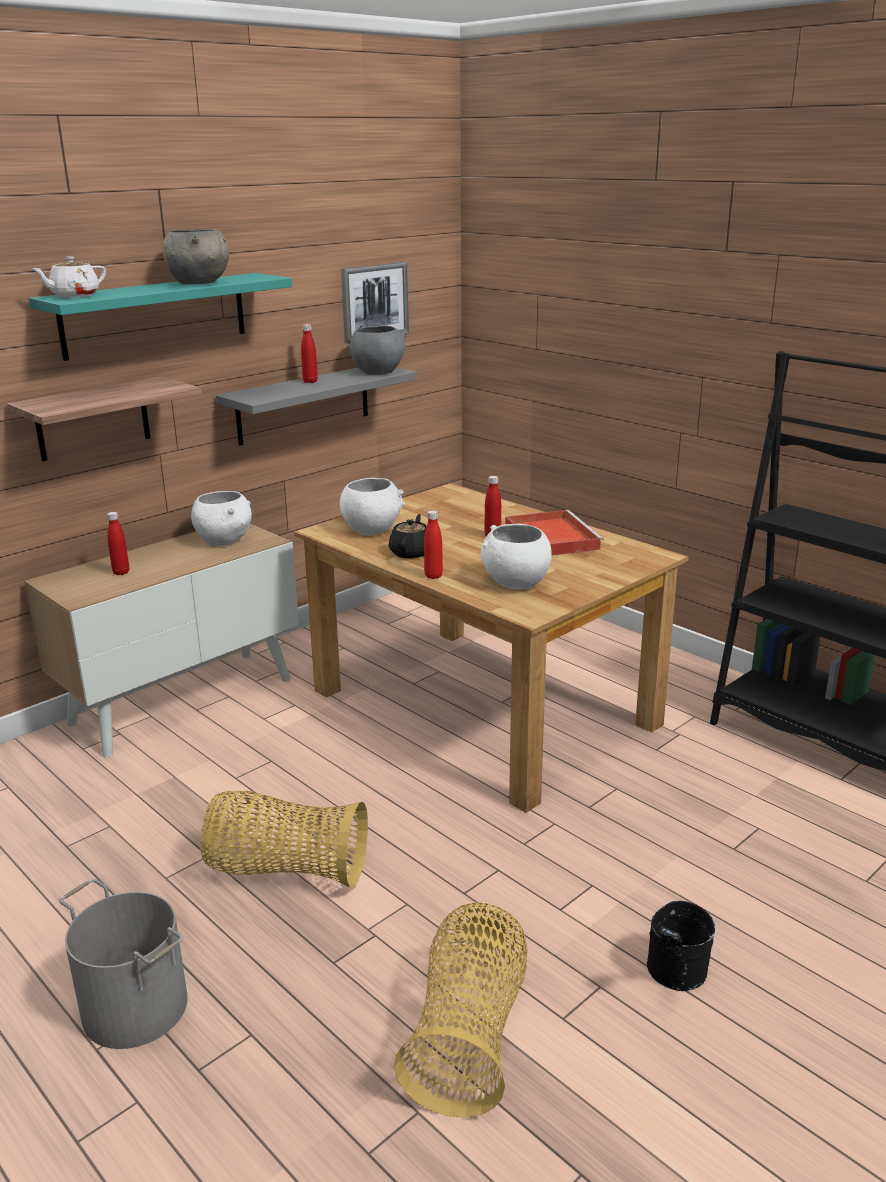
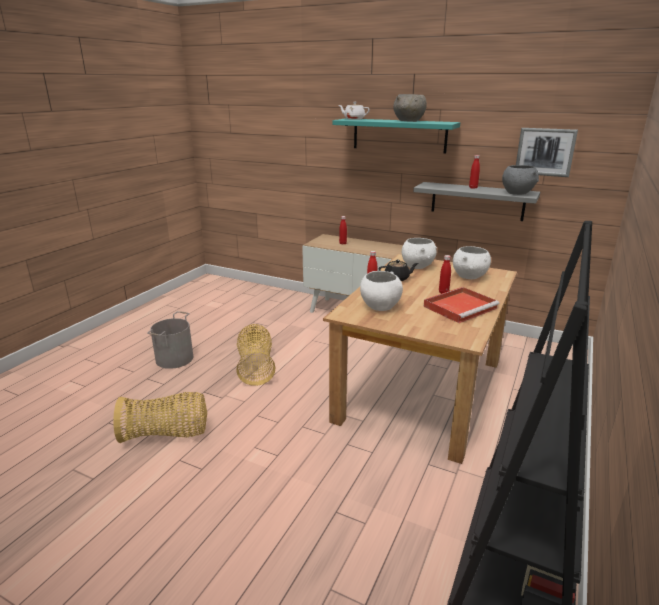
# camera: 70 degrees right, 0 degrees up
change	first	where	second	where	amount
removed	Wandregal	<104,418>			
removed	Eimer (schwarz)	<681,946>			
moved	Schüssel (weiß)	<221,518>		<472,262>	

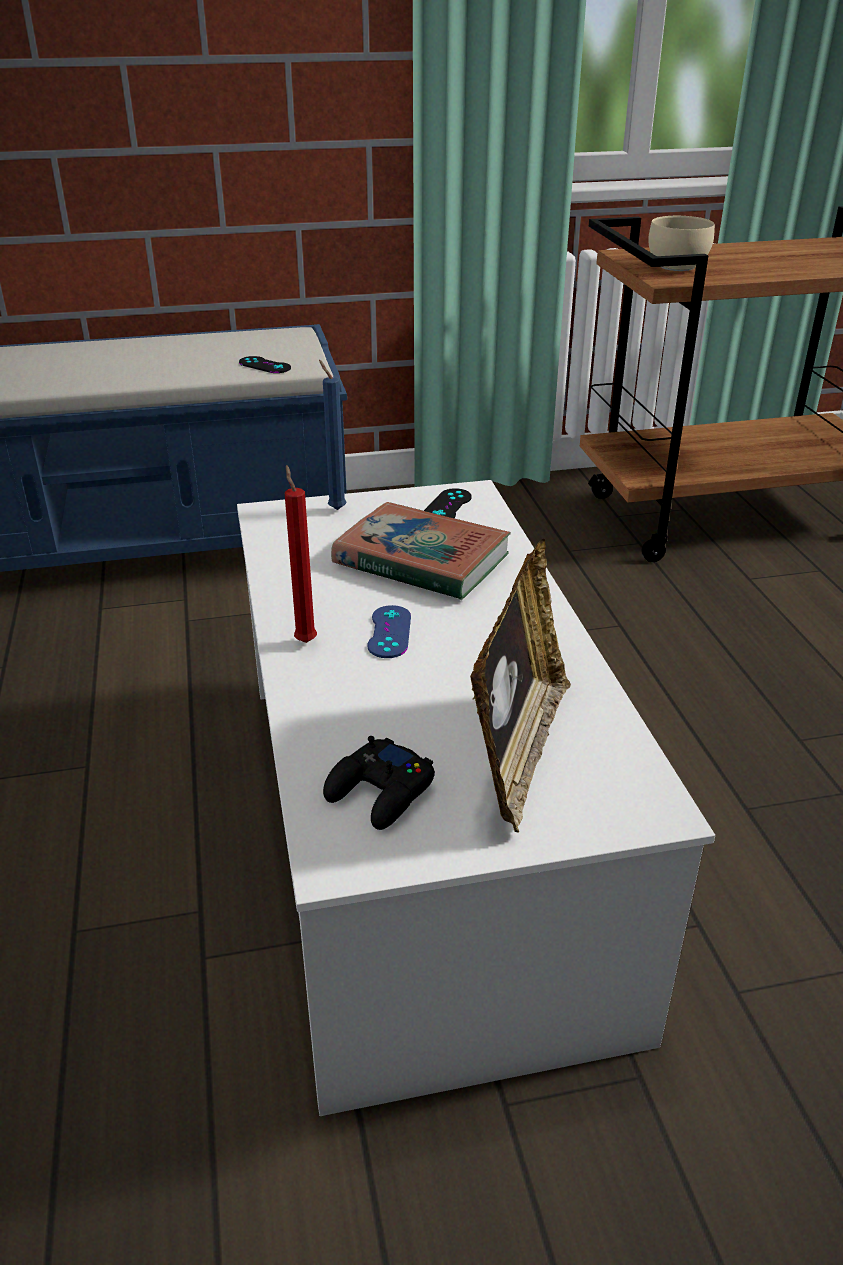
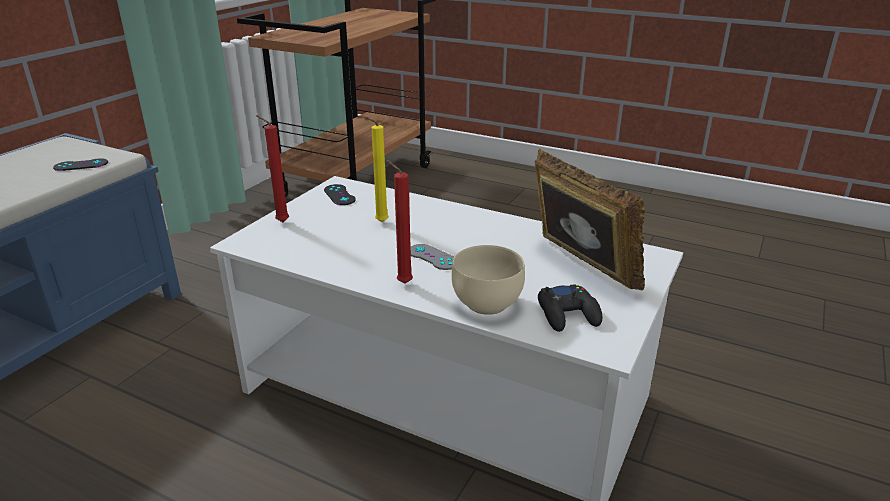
# camera: 50 degrees left, 5 degrees down
change	first	where	second	where	amount
moved	Schüssel (beige)	<681,243>		<488,280>	
replaced	Buch	<421,551>	Kerze (gelb)	<377,169>	
recoloured	Kerze (blau)	<332,435>	Kerze (rot)	<272,168>	
recoloured	Gamepad (blau)	<389,631>	Gamepad (grau)	<432,257>	

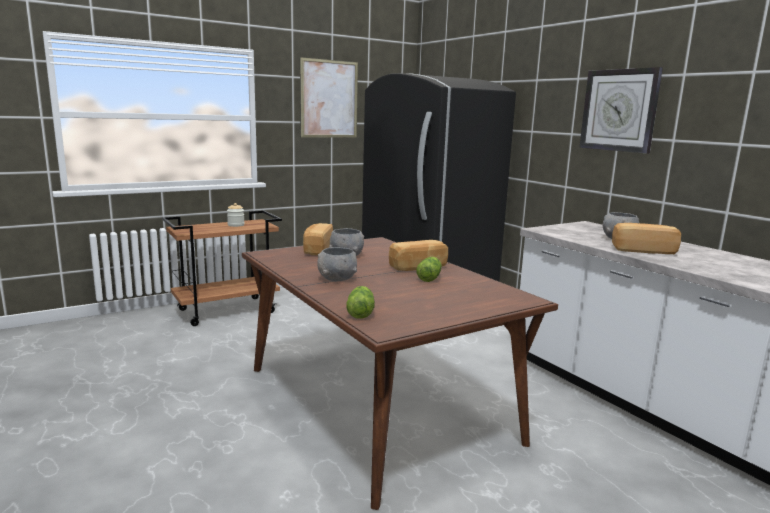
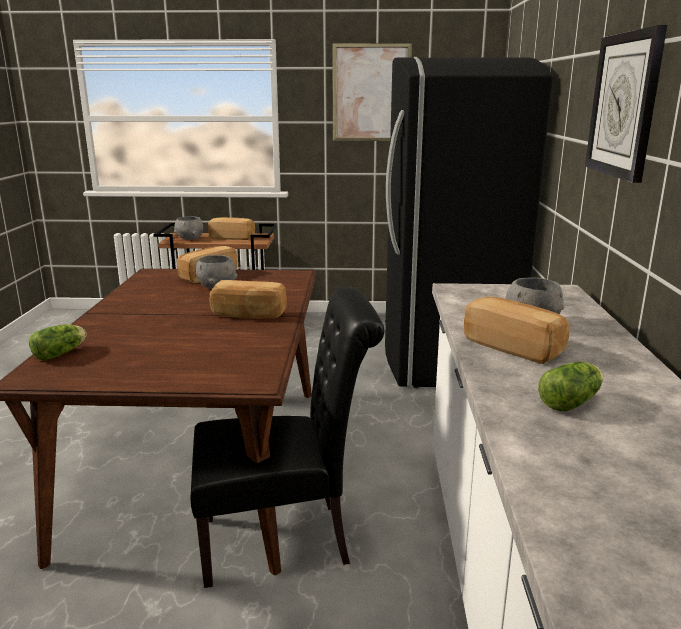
# camera: 35 degrees right, 5 degrees up
change	first	where	second	where	amount
added			Stuhl (schwarz)	<287,437>	
moved	Schüssel (grau)	<337,264>		<188,228>	
moved	Salatkopf	<429,269>		<570,386>	
replaced	Vorratsglas	<236,215>	Brot	<231,228>	

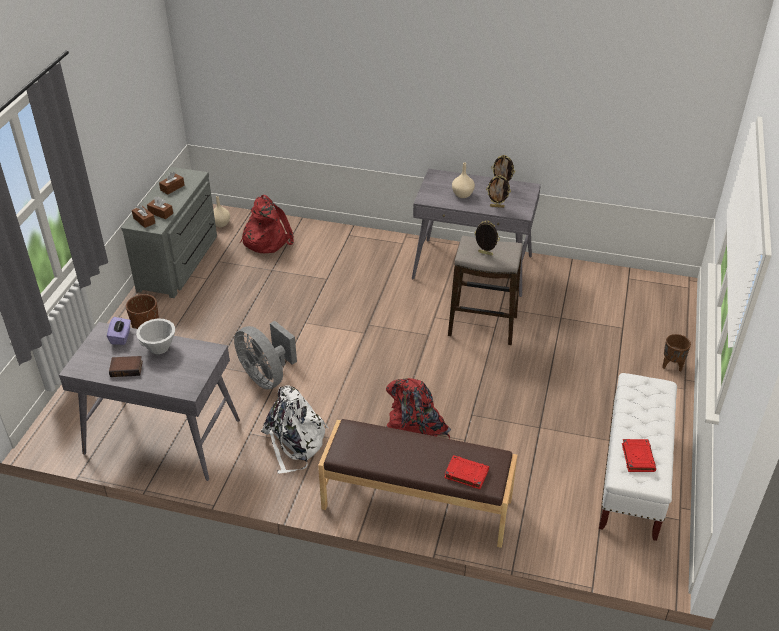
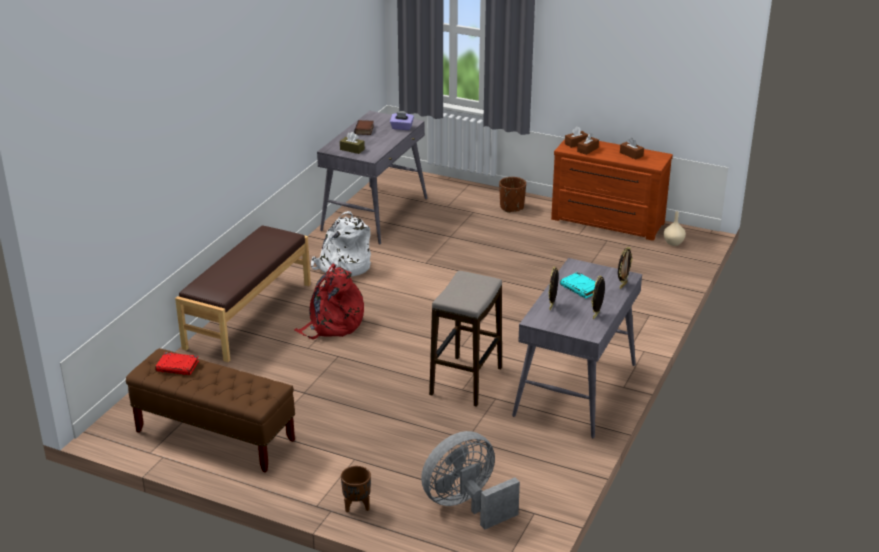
# camera: 100 degrees right, 10 degrees down
change	first	where	second	where	amount
removed	Schüssel (weiß)	<155,336>			
removed	Rucksack (rot)	<267,224>			
removed	Buch (rot)	<466,472>			
added			Taschentuchbox (braun)	<352,143>	
moved	Ventilator (grau)	<265,355>		<470,480>	
moved	Bilderrahmen	<487,238>		<625,268>	
replaced	Vase (beige)	<463,180>	Buch (türkis)	<578,285>	
recoloured	Kommode (grau)	<169,232>	Kommode (braun)	<612,190>	
recoloured	Bank (weiß)	<638,457>	Bank (braun)	<210,410>	

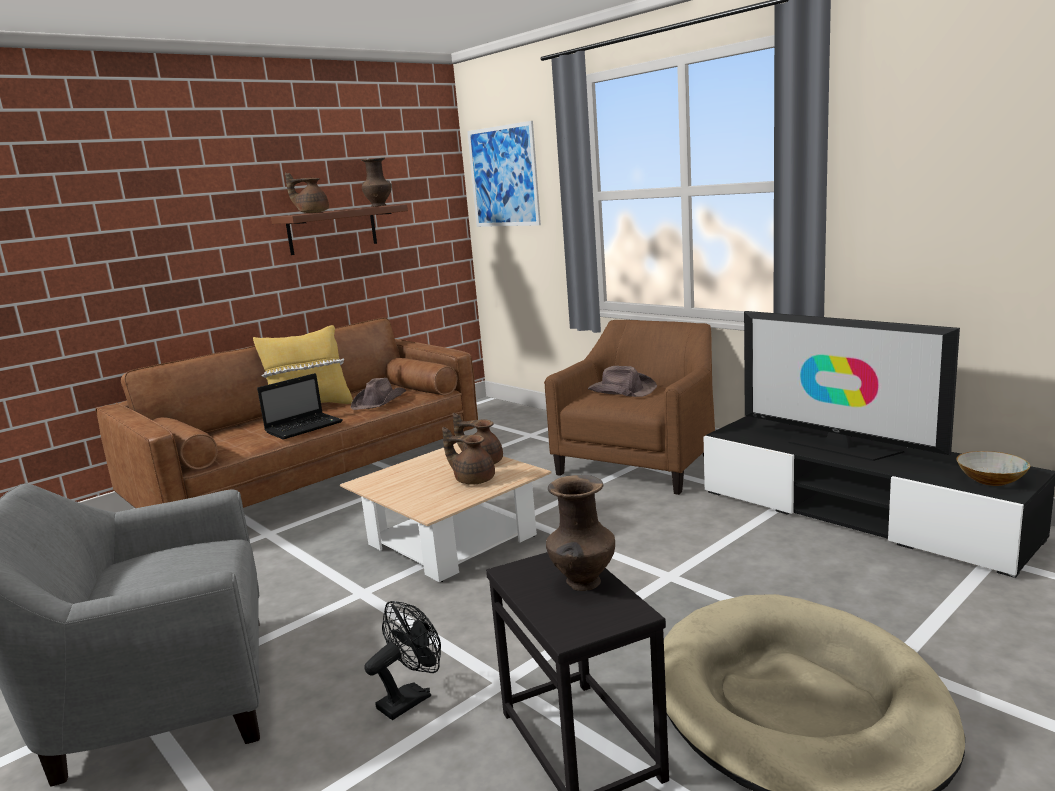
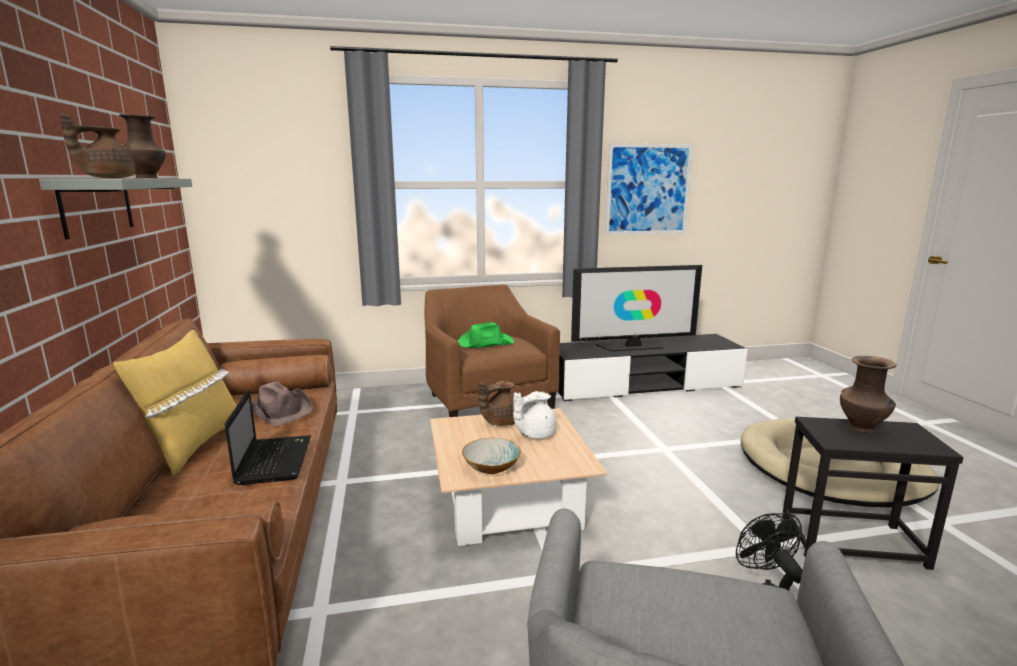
# camera: 60 degrees left, 0 degrees up
change	first	where	second	where	amount
moved	Bild	<504,174>		<649,189>	
moved	Schüssel	<993,468>		<491,456>	
recoloured	Wandregal (braun)	<339,229>	Wandregal (grau)	<115,209>	
recoloured	Teekanne (braun)	<468,456>	Teekanne (weiß)	<534,415>	
recoloured	Hut (braun)	<622,381>	Hut (grün)	<486,335>	

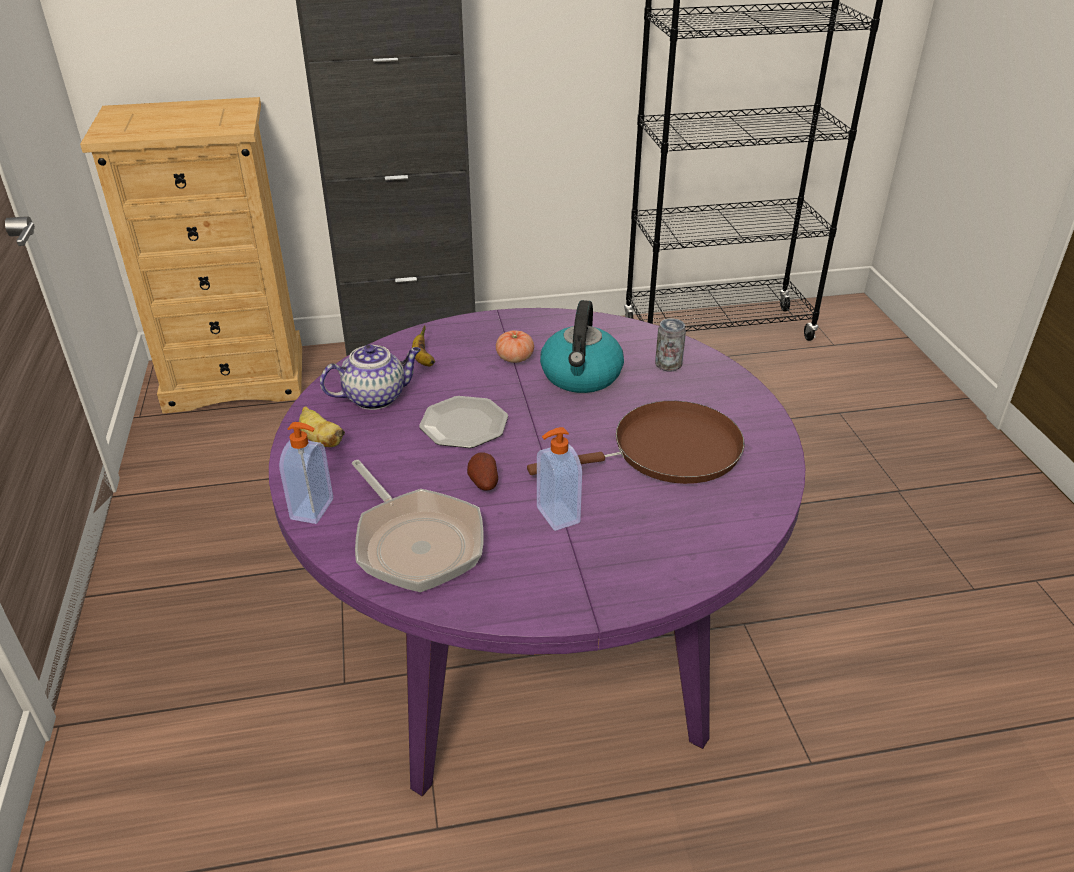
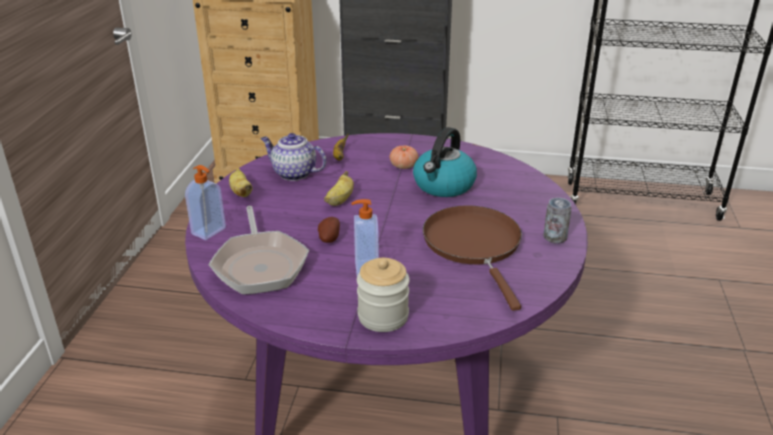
# camera: 20 degrees right, 5 degrees down
change	first	where	second	where	amount
added			Vorratsglas	<383,295>	
moved	Dose	<670,344>		<557,221>	
replaced	Teller	<463,422>	Banane	<339,188>	
turned	Teekanne	<370,377>		<293,157>	150 degrees counterclockwise
turned	Pfanne (braun)	<636,442>		<472,258>	105 degrees counterclockwise

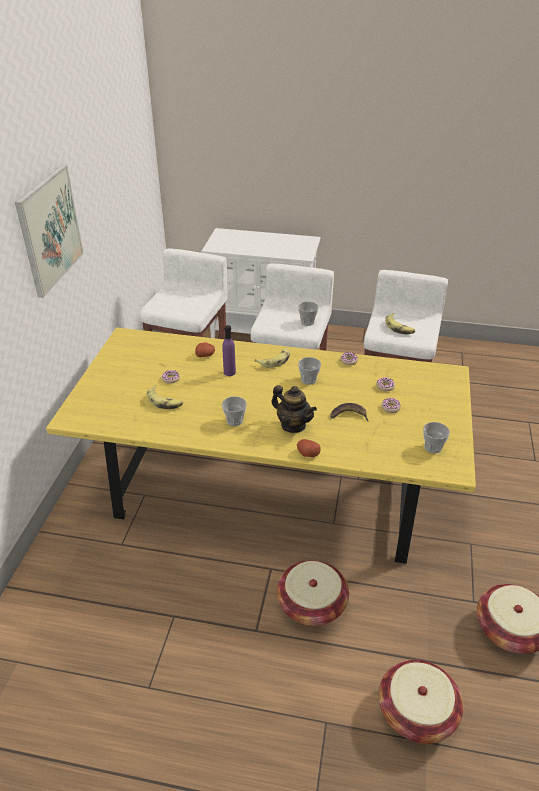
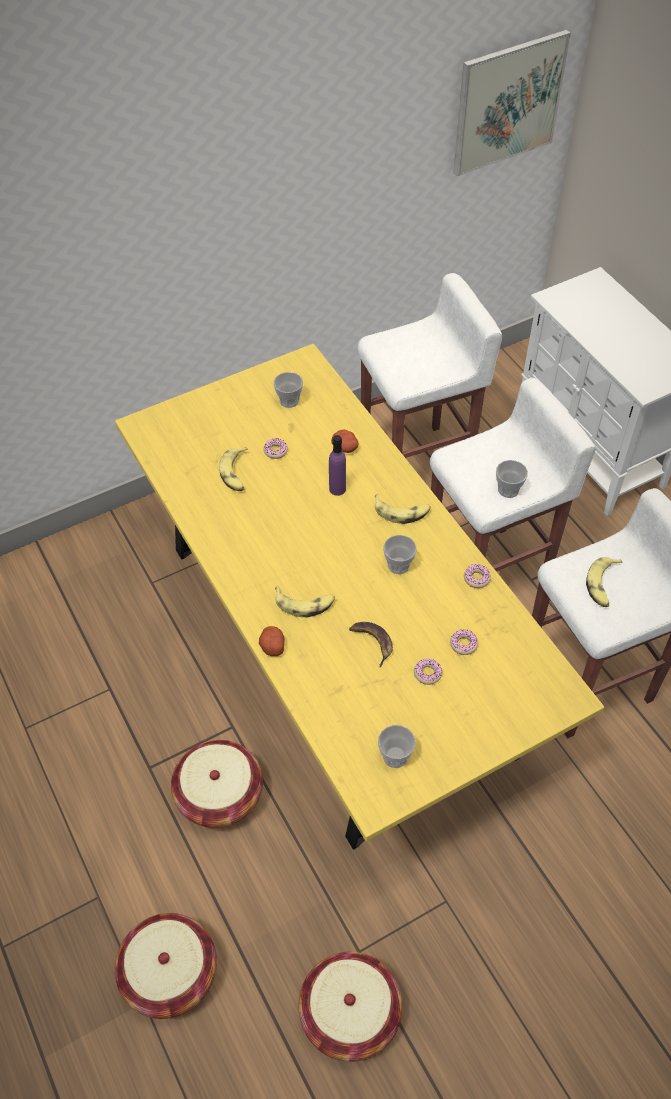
# camera: 50 degrees right, 15 degrees up
change	first	where	second	where	amount
moved	Bild	<49,231>		<512,103>	
moved	Tasse	<234,411>		<288,390>	
replaced	Teekanne	<294,409>	Banane	<305,601>	

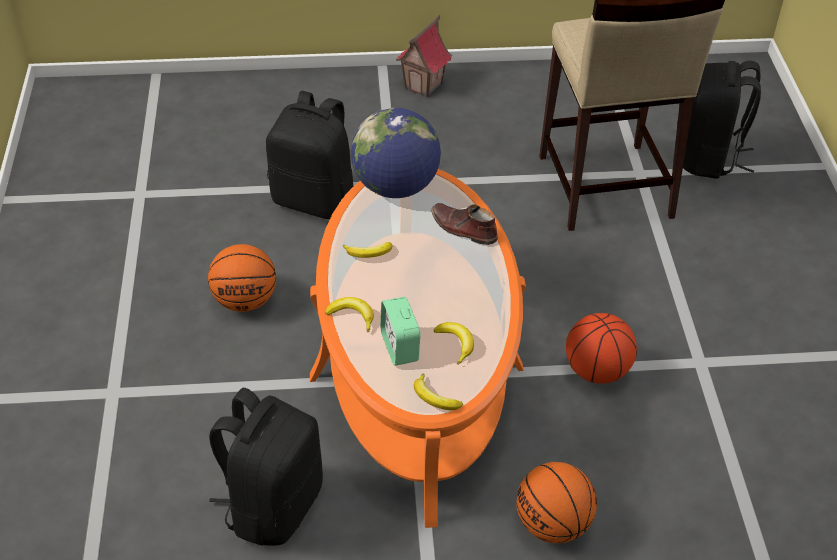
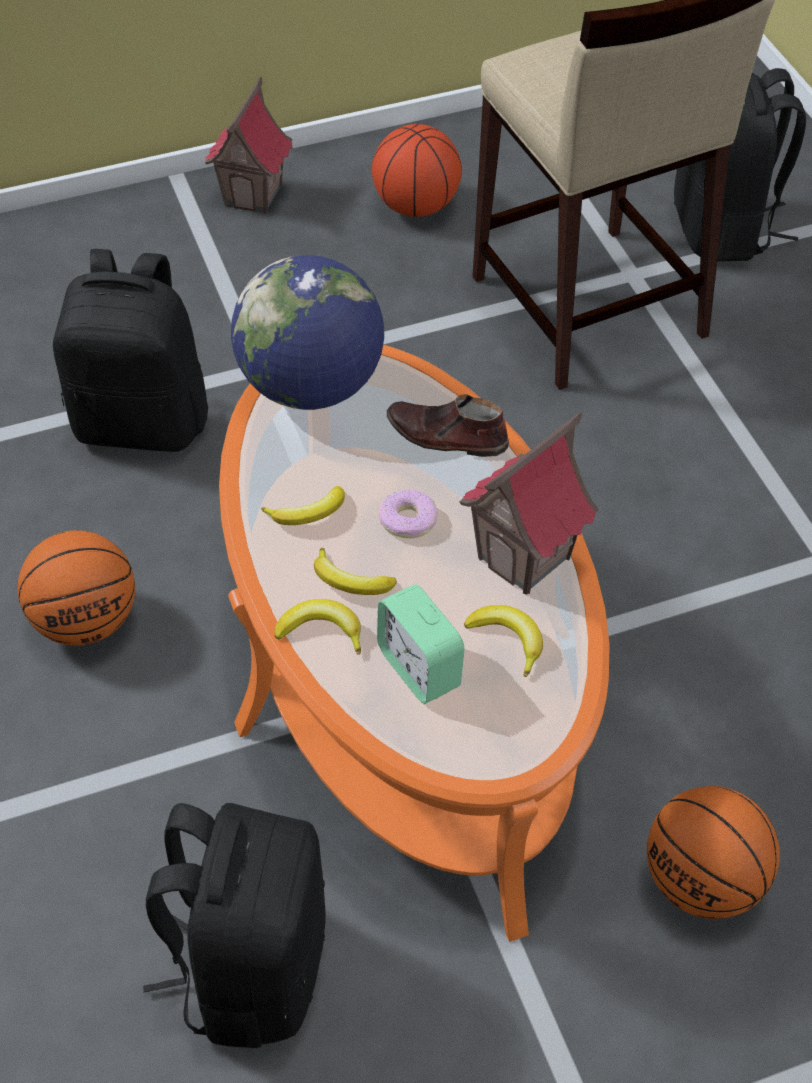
# camera: 15 degrees left, 5 degrees up
change	first	where	second	where	amount
added			Donut	<408,513>	
added			Spielzeughaus	<529,503>	
moved	Banane	<438,392>		<355,571>	
moved	Basketball	<601,348>		<417,170>	

